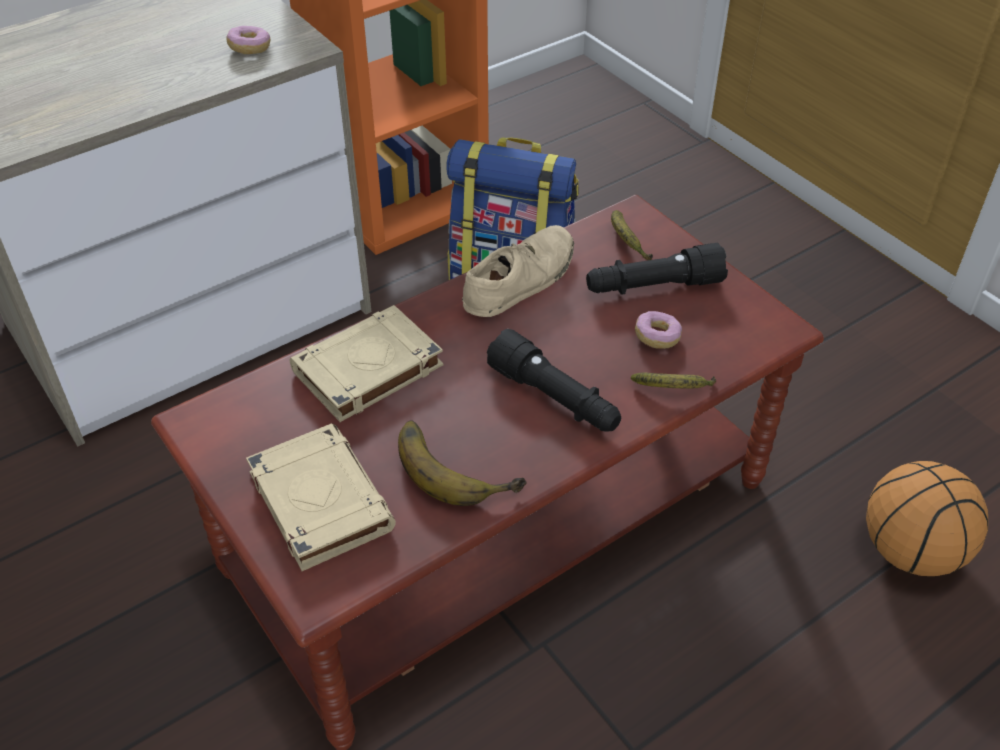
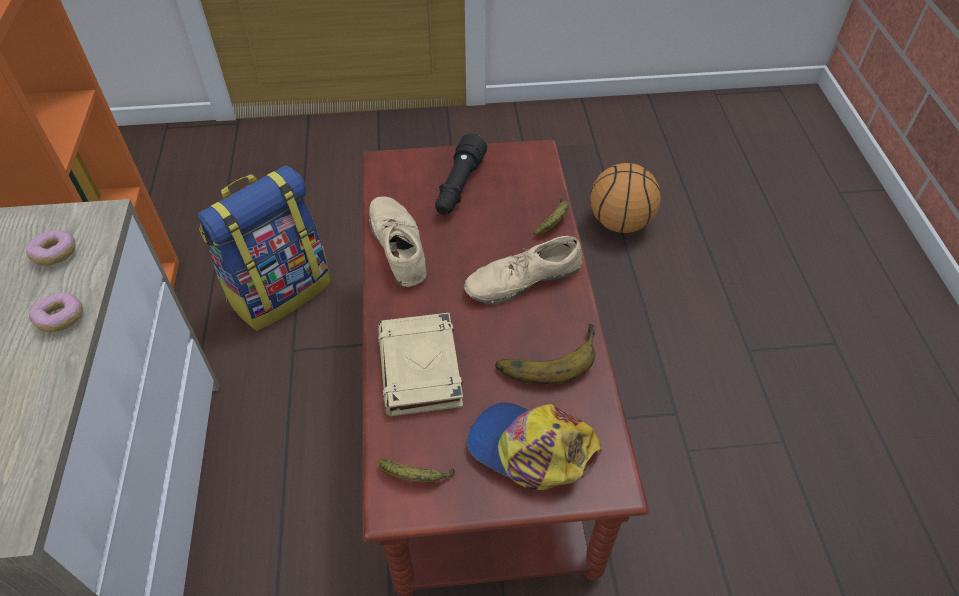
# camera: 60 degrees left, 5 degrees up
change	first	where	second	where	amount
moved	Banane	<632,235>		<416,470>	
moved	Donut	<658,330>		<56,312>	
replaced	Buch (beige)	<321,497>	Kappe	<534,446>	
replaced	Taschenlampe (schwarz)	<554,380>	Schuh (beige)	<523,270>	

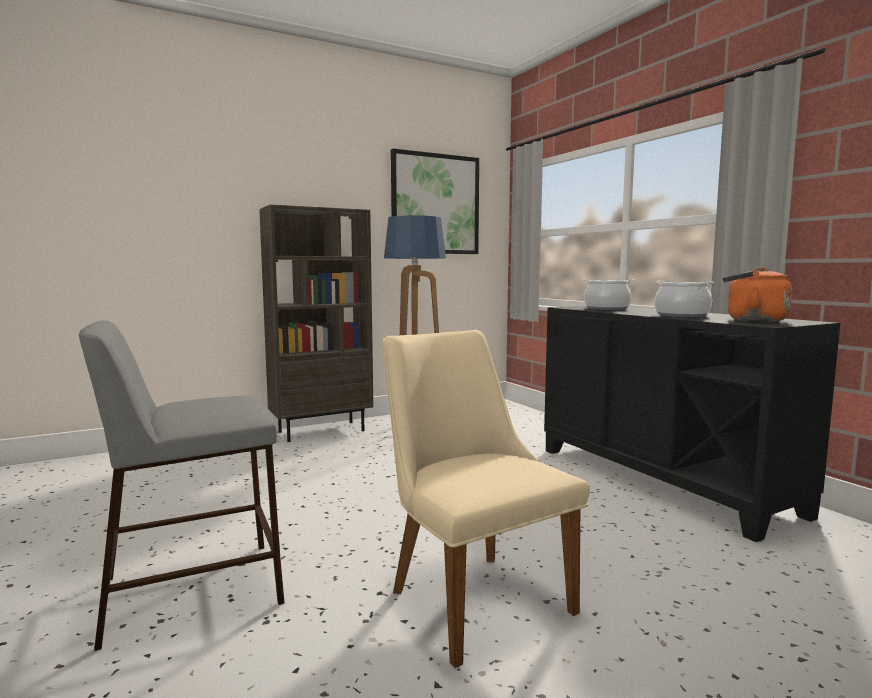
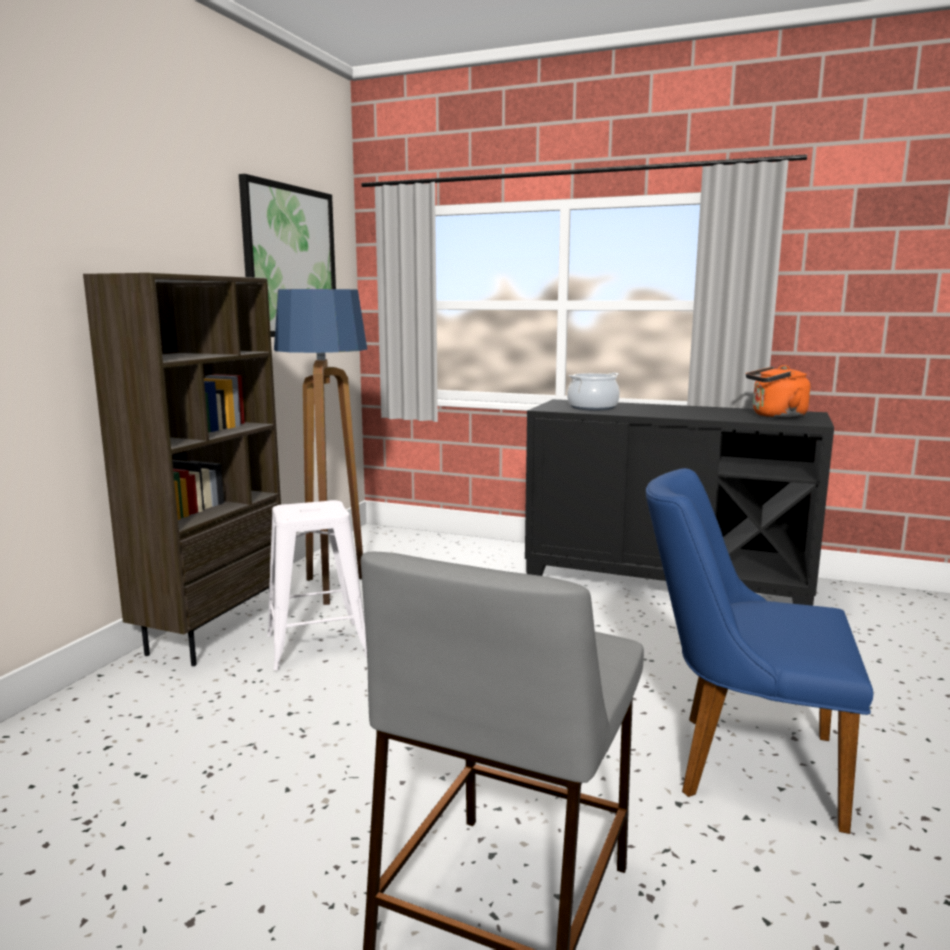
# camera: 40 degrees left, 5 degrees up
change	first	where	second	where	amount
removed	Kochtopf	<684,299>			
added			Hocker (weiß)	<317,585>	
recoloured	Stuhl (beige)	<486,499>	Stuhl (blau)	<759,651>	

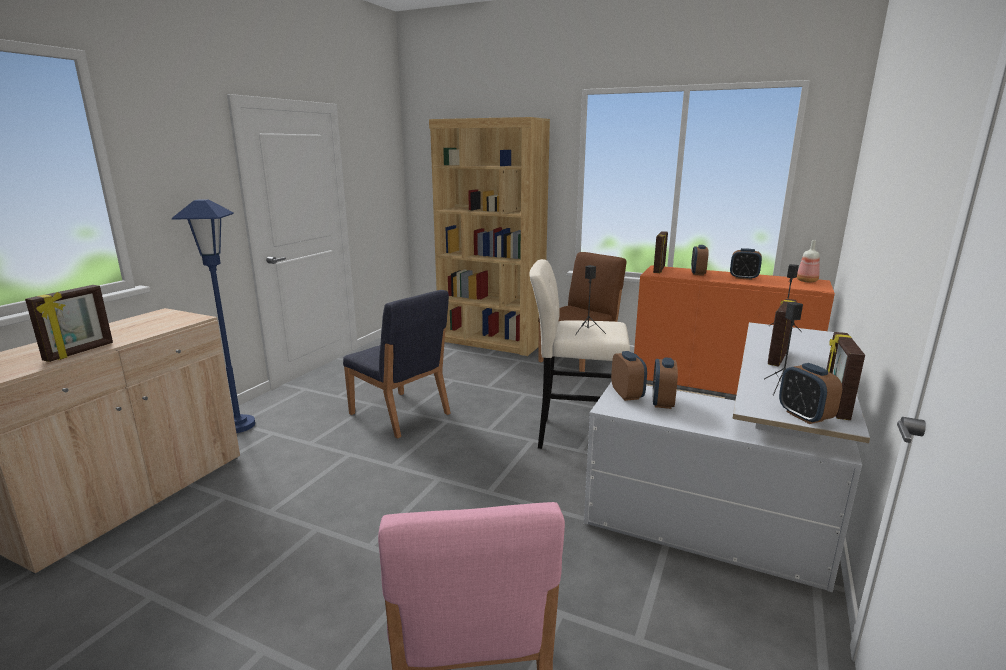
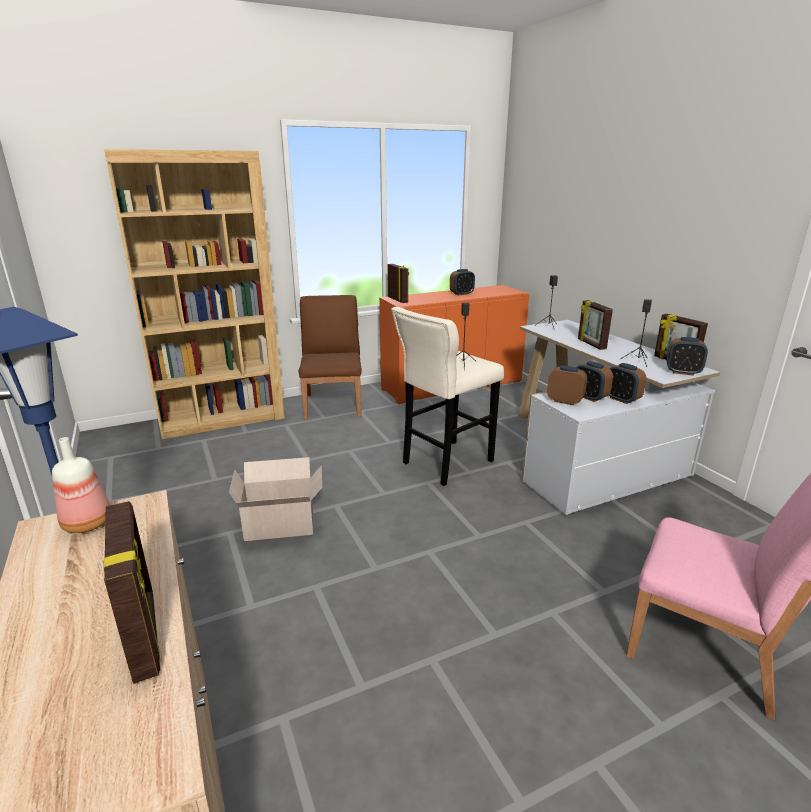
# camera: 50 degrees left, 5 degrees up
change	first	where	second	where	amount
moved	Wecker	<700,260>		<627,383>	
moved	Flasche	<808,261>		<81,485>	
replaced	Stuhl (blau)	<397,364>	Karton	<275,499>	

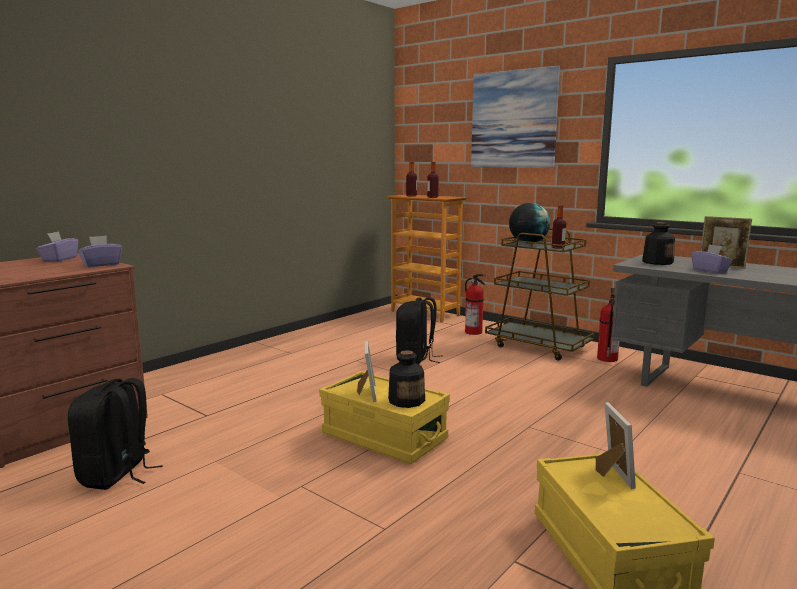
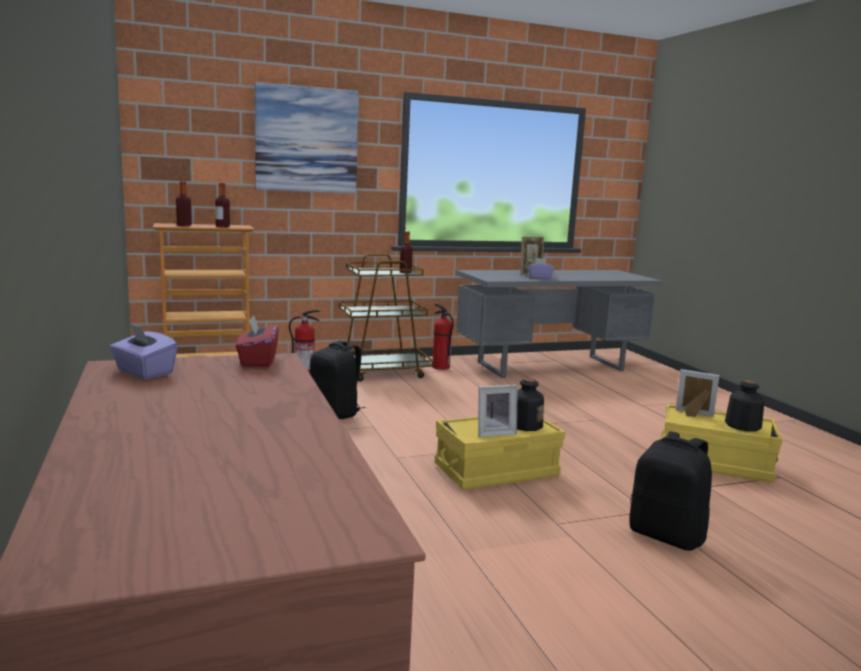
# camera: 60 degrees left, 0 degrees up
change	first	where	second	where	amount
removed	Globus	<529,223>			
moved	Rucksack (schwarz)	<115,434>		<670,491>	
moved	Flasche	<658,243>		<745,405>	
recoloured	Taschentuchbox (lila)	<100,251>	Taschentuchbox (rot)	<257,341>	
turned	Bilderrahmen	<366,371>		<498,411>	135 degrees clockwise

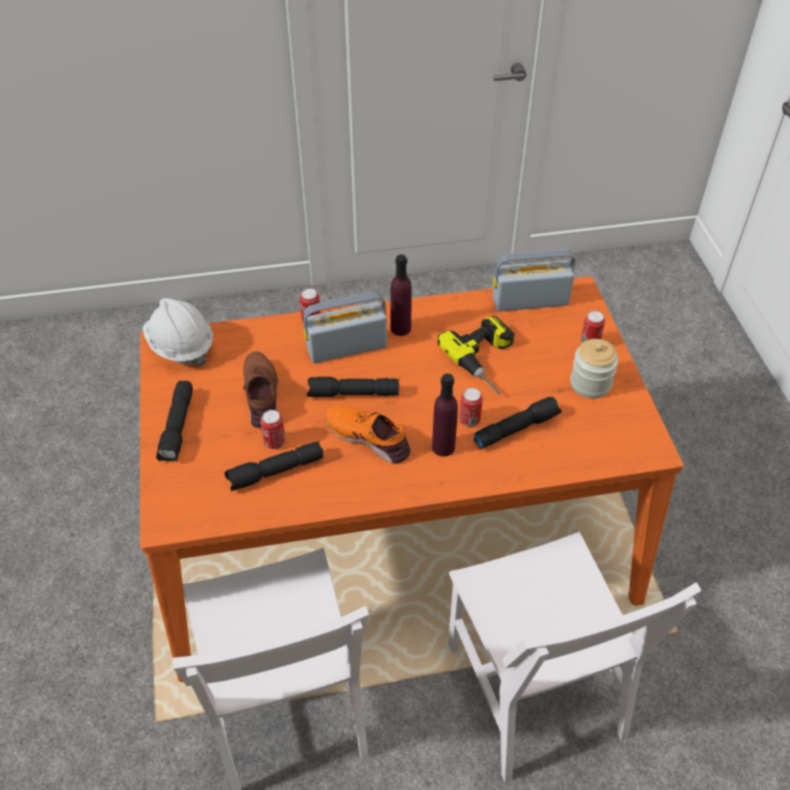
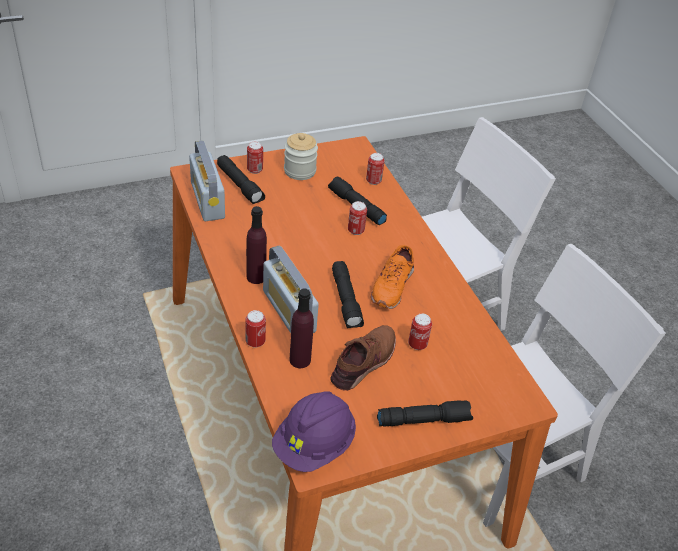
# camera: 105 degrees left, 5 degrees down
change	first	where	second	where	amount
removed	Bohrmaschine	<476,355>			
added			Dose	<375,169>	
moved	Taschenlampe (schwarz)	<274,466>		<241,179>	
moved	Flasche (lila)	<445,415>		<302,328>	
recoloured	Schutzhelm (weiß)	<178,332>	Schutzhelm (lila)	<314,431>	
turned	Schuh (braun)	<260,389>		<363,358>	150 degrees clockwise

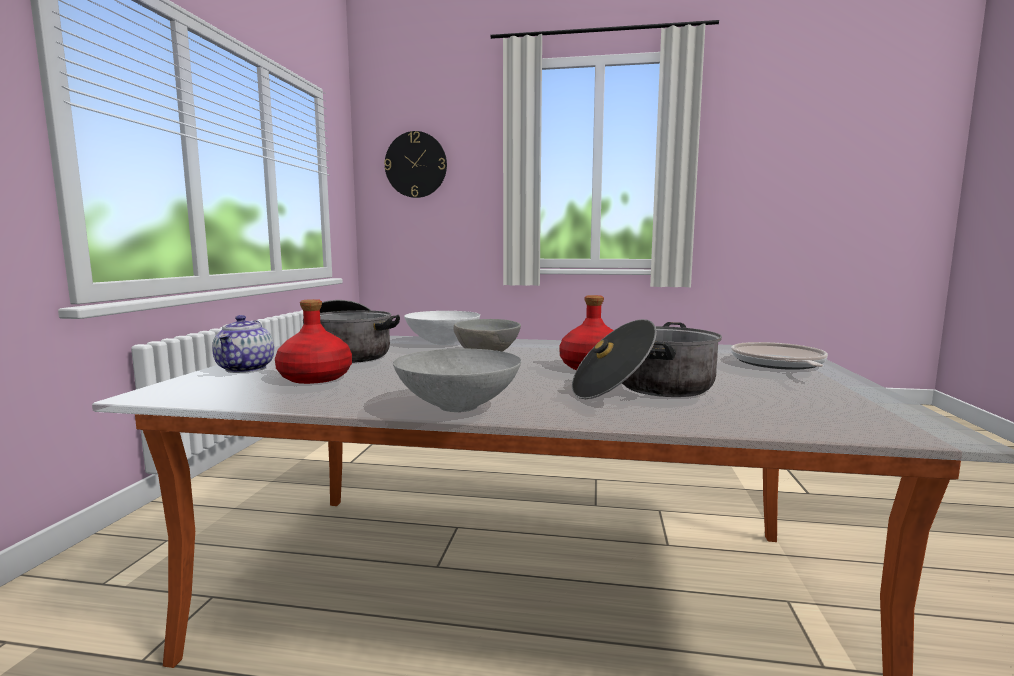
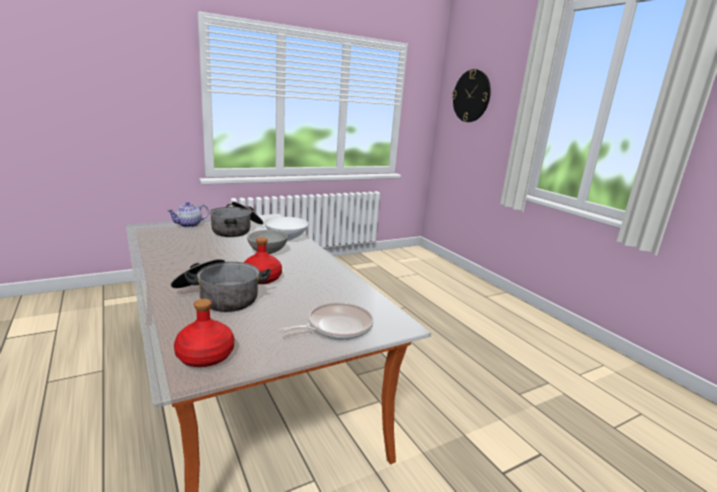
# camera: 50 degrees right, 10 degrees up
change	first	where	second	where	amount
removed	Schüssel (grau)	<457,380>			
moved	Flasche (rot)	<313,341>		<204,333>	

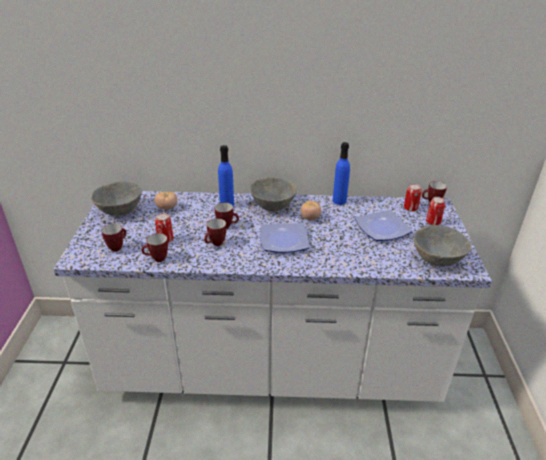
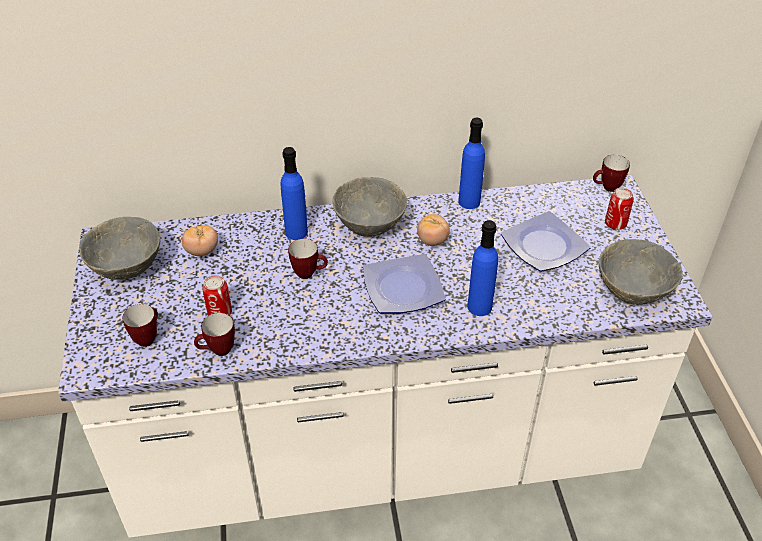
# camera: 10 degrees left, 10 degrees up
change	first	where	second	where	amount
removed	Henkelbecher	<215,232>			
removed	Dose	<413,197>			
added			Flasche (blau)	<482,268>	

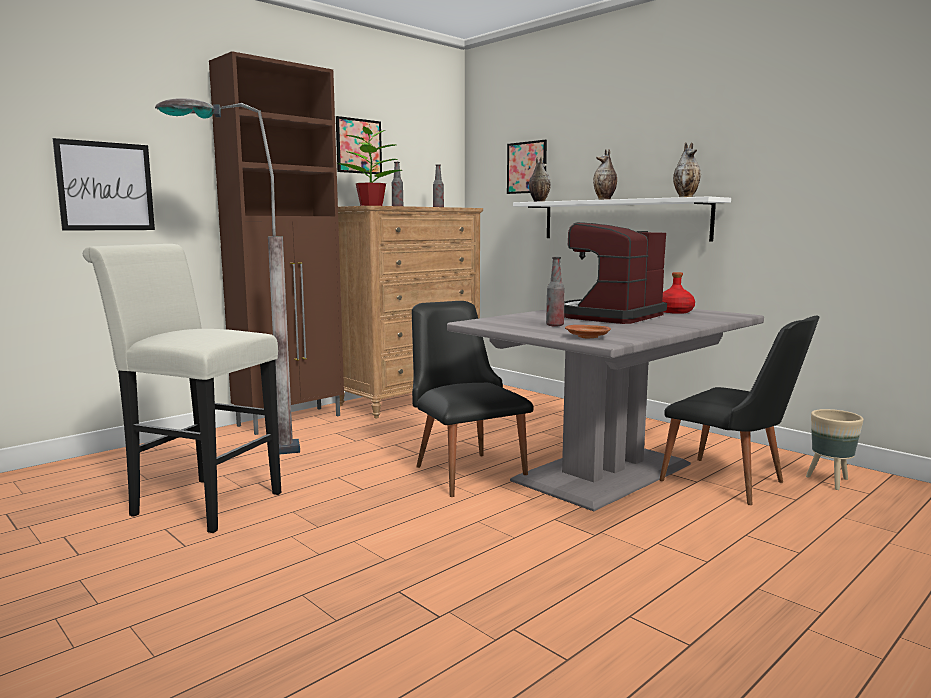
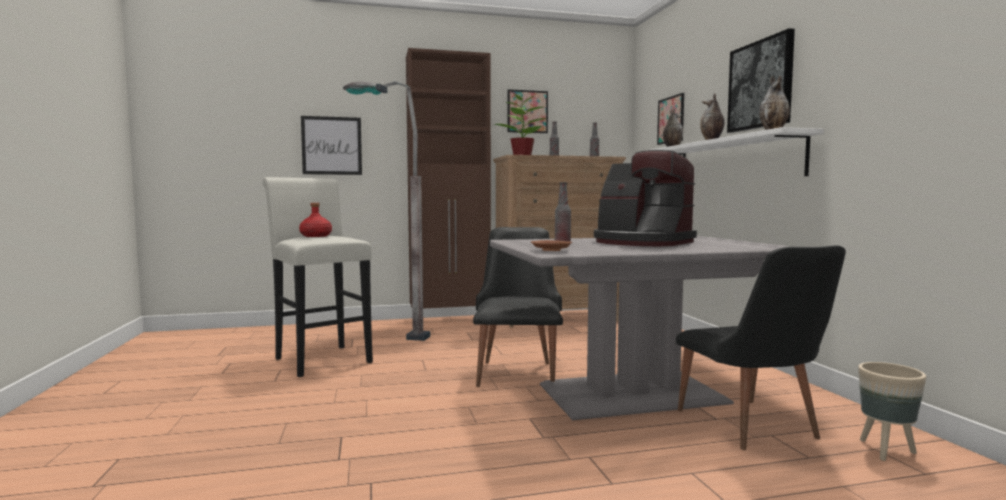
# camera: 30 degrees right, 5 degrees down
change	first	where	second	where	amount
added			Bild	<761,80>	
moved	Flasche (rot)	<678,293>		<315,220>	
turned	Kaffeemaschine	<615,273>		<645,198>	120 degrees counterclockwise

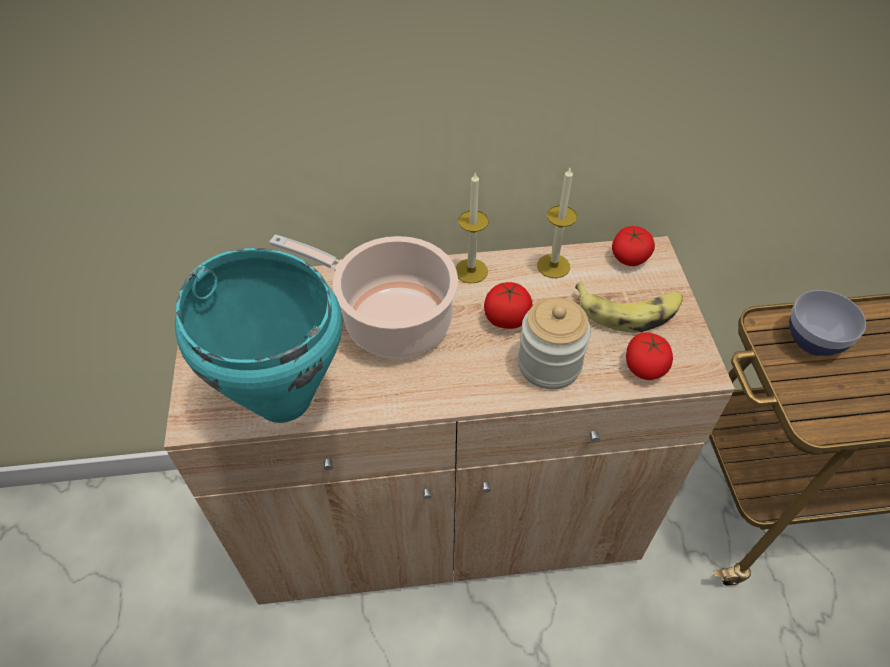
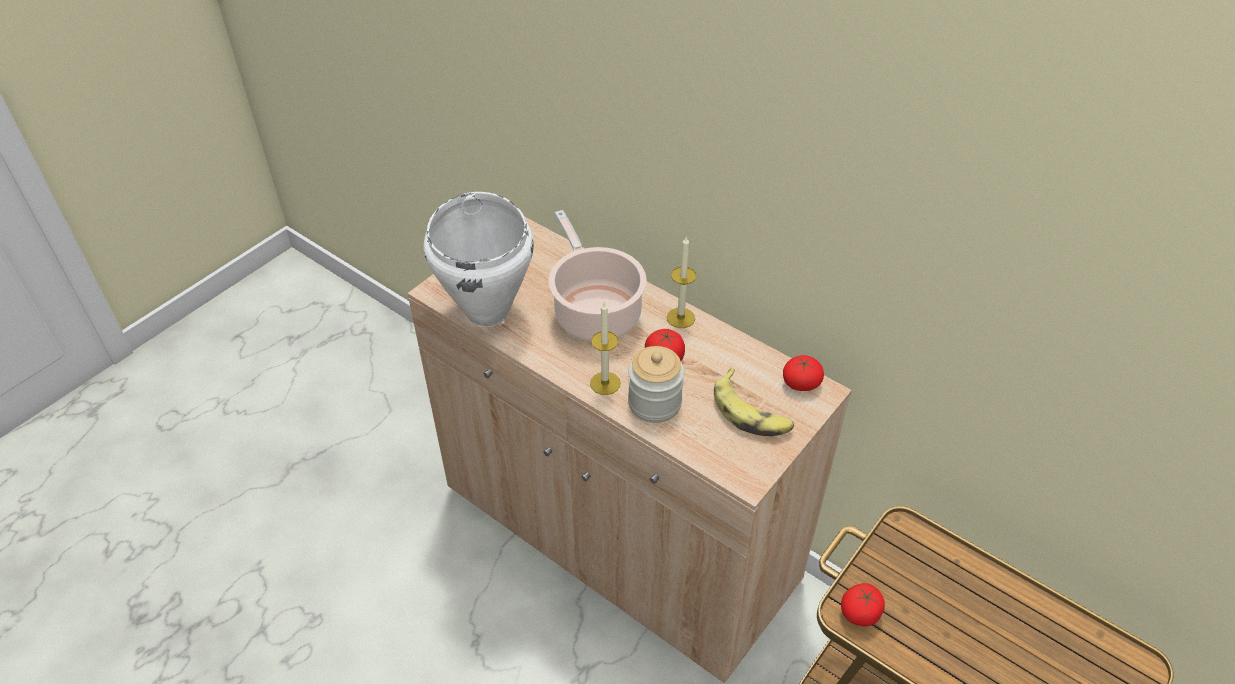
# camera: 45 degrees right, 5 degrees down
change	first	where	second	where	amount
removed	Schüssel	<827,323>			
moved	Kerze	<557,222>		<605,348>	
moved	Tomate	<649,356>		<863,604>	
recoloured	Kochtopf (türkis)	<259,335>	Kochtopf (weiß)	<478,259>	

